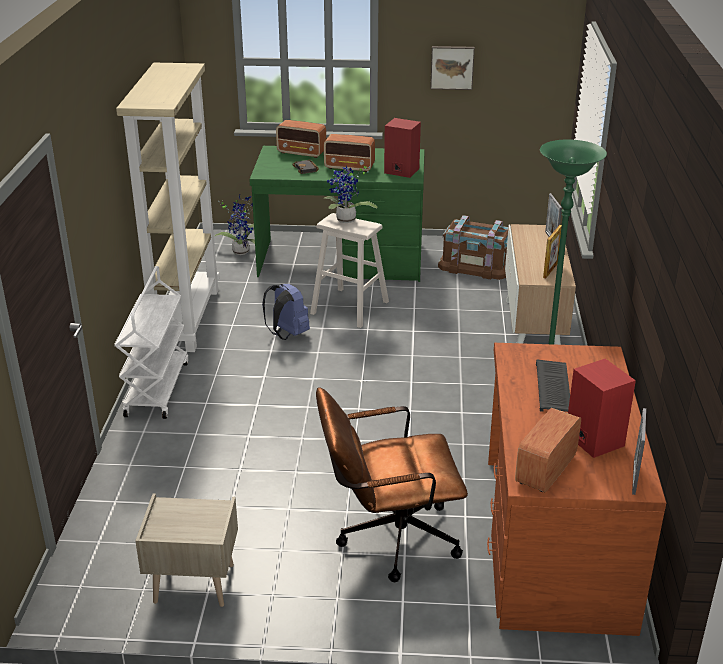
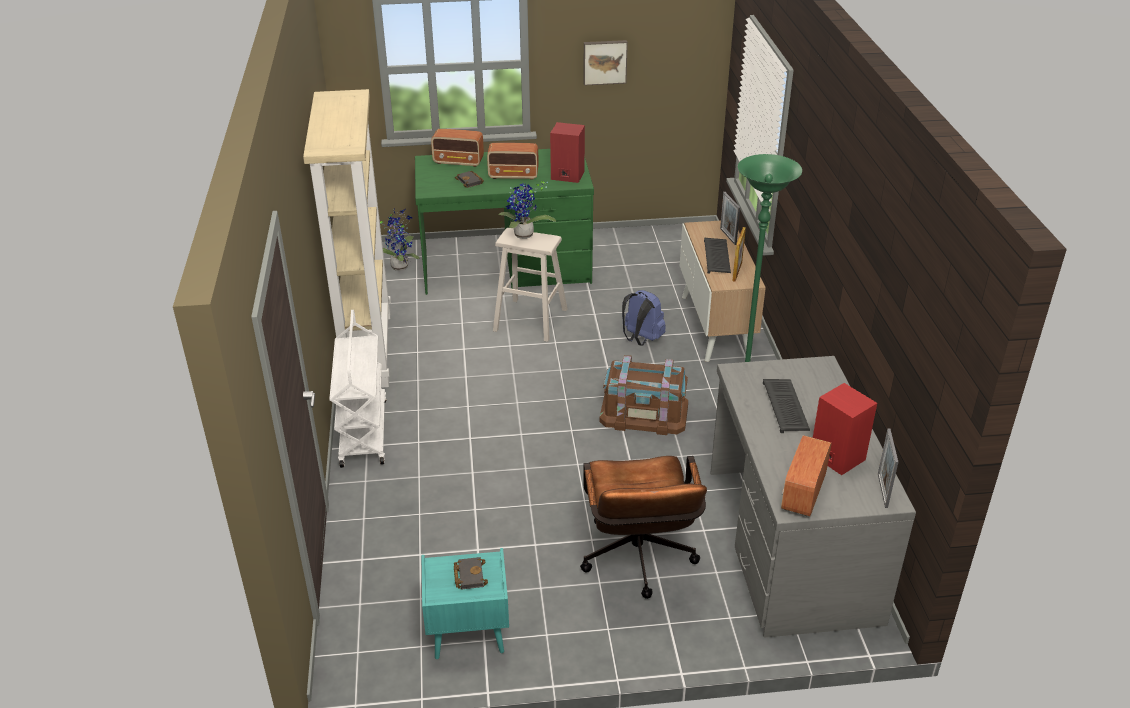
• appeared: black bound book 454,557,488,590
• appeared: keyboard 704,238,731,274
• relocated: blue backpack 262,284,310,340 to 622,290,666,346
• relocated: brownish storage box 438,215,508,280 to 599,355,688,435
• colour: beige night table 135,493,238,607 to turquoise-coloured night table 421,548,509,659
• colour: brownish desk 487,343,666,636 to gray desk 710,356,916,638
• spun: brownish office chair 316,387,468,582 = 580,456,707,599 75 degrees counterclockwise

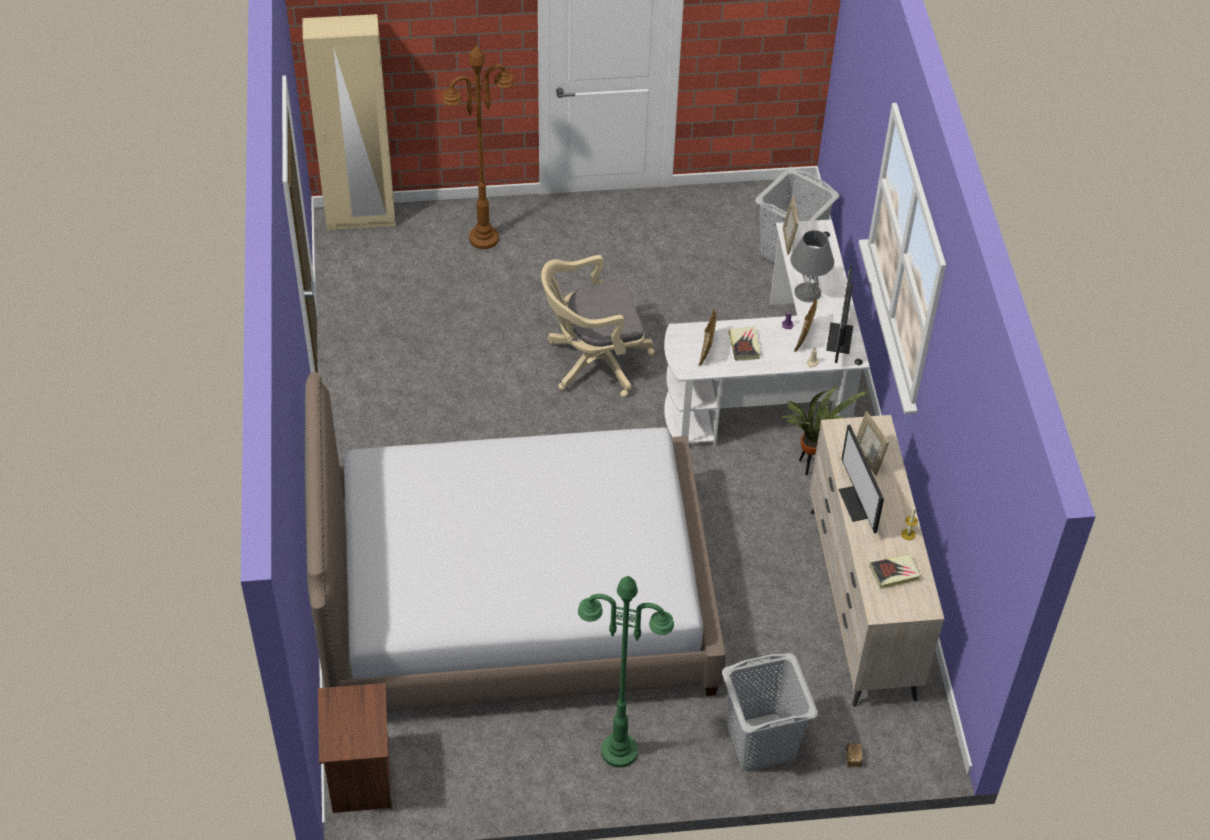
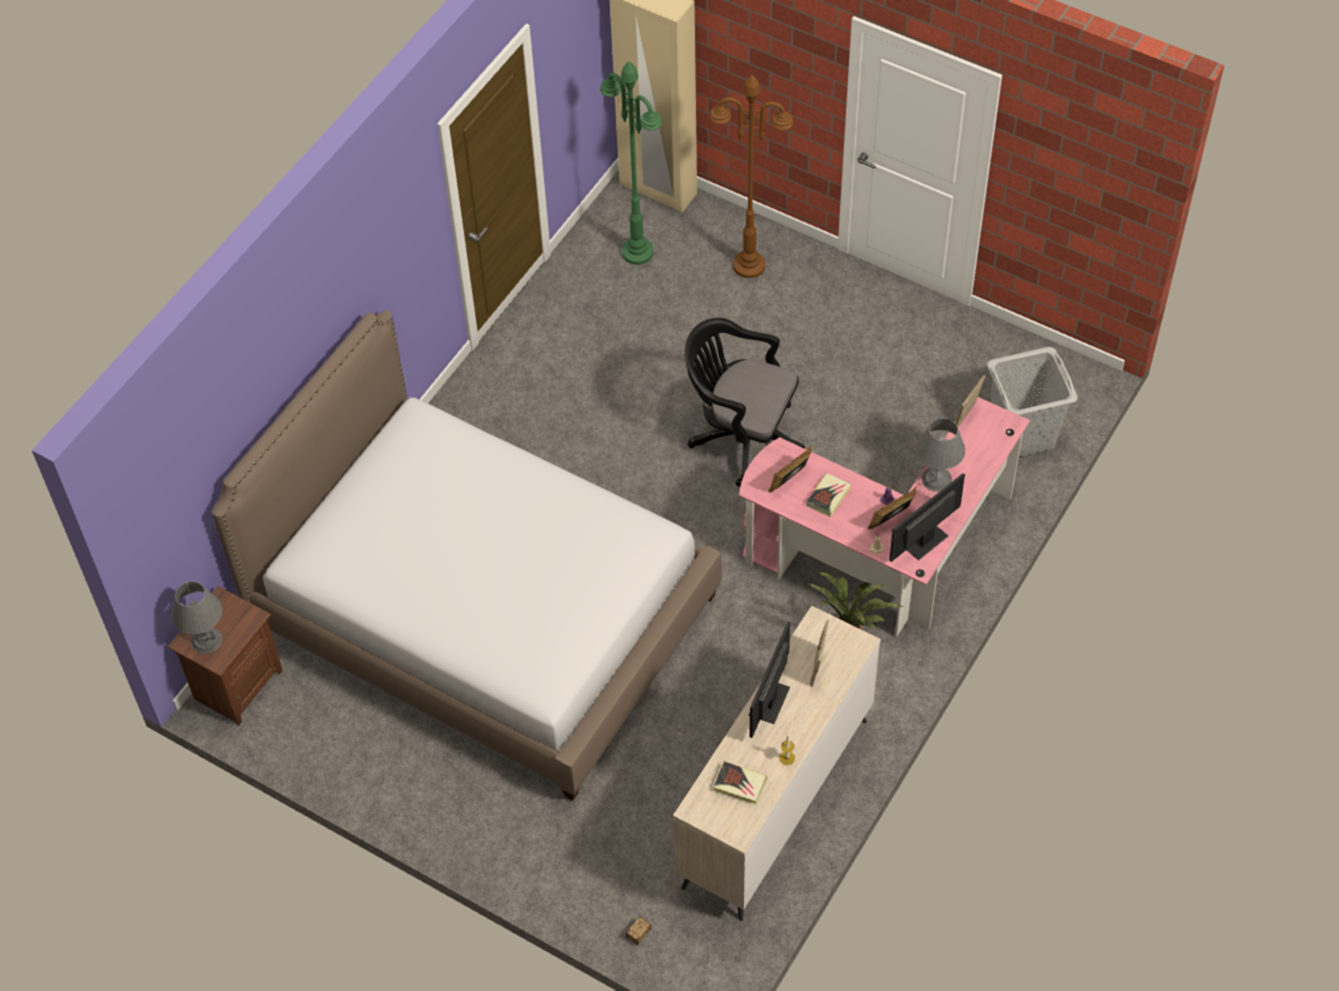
• missing: gray laundry basket 722,653,818,771
• appeared: gray tabletop lamp 171,581,222,654
• relocated: green-coloured standing lamp 578,576,674,768 to 600,61,662,265
• colour: beige office chair 541,255,655,398 to black office chair 685,318,805,487
• colour: white desk 664,219,870,447 to pink-coloured desk 739,397,1030,637

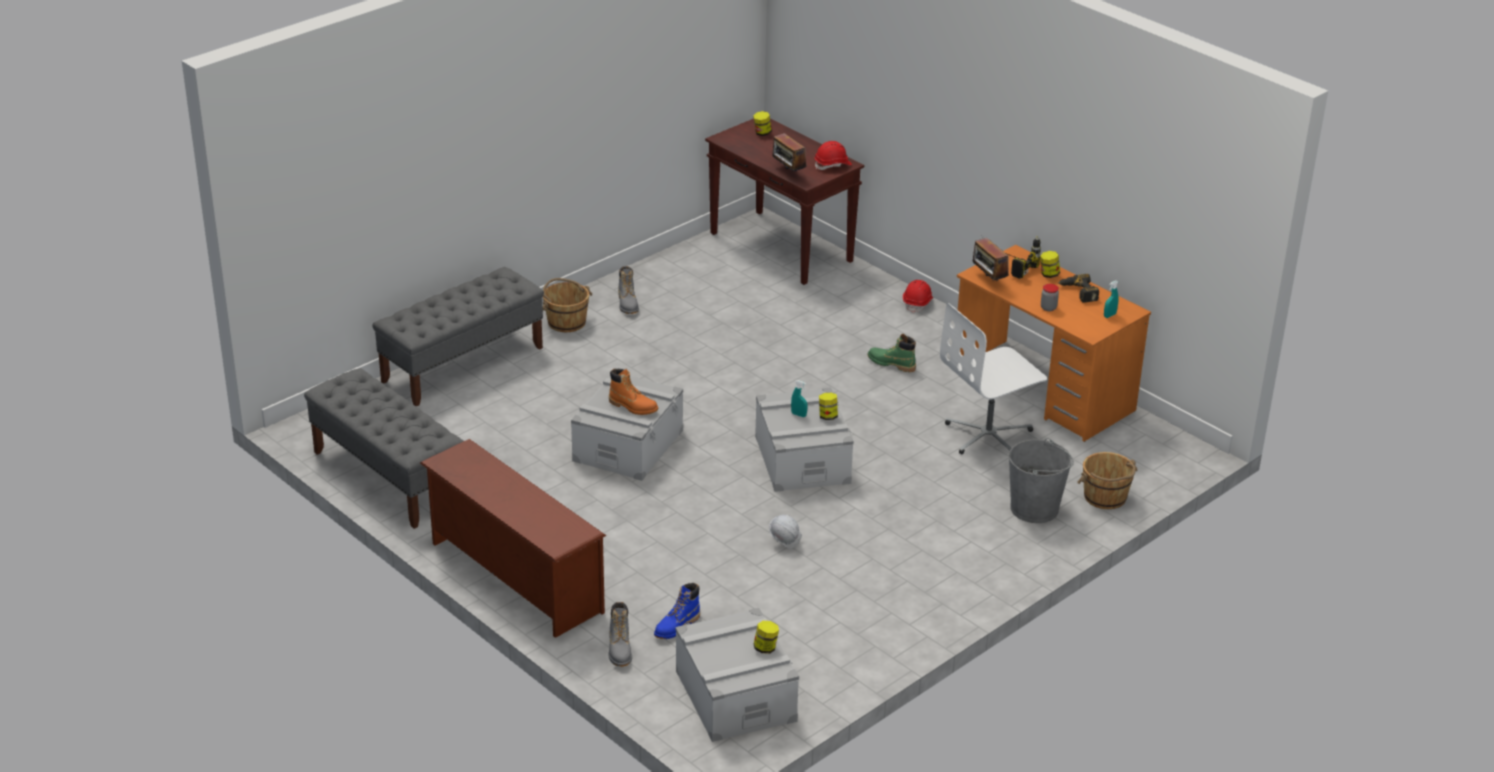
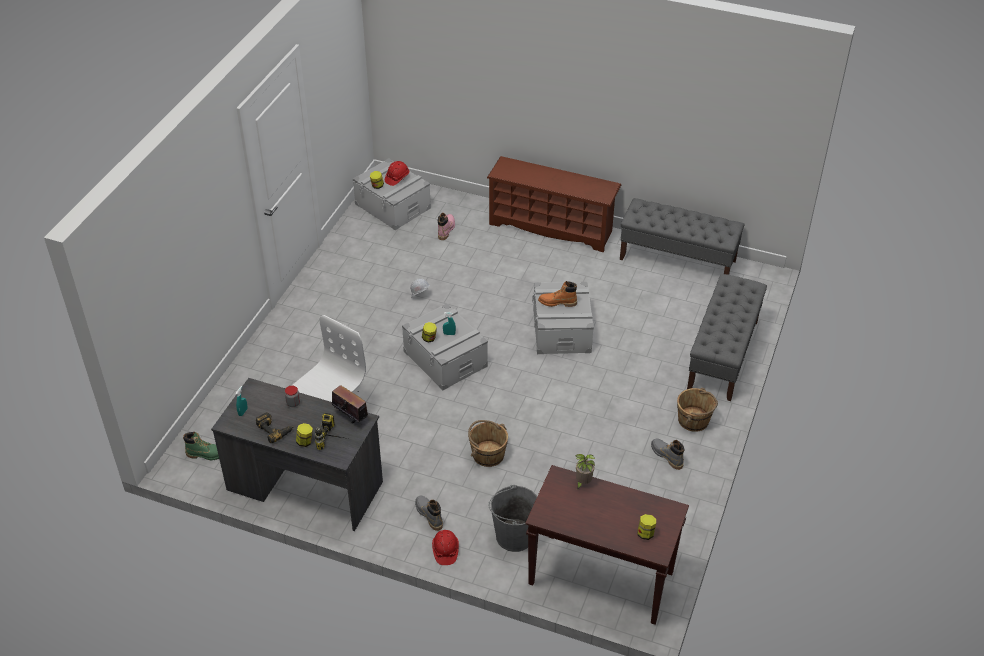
• relocated: gray tall boot 609,602,632,667 to 415,496,443,531
• relocated: reddish work helmet 815,141,852,170 to 385,161,409,186
• relocated: green-coloured tall boot 868,334,916,372 to 183,432,219,460
• relocated: gray pail 1009,438,1074,523 to 488,485,537,552
• relocated: brownish pail 1077,452,1138,509 to 468,420,508,467
• exchanged: radio receiver 772,133,807,172 to houseplant 575,454,595,489
• colour: blue tall boot 654,583,700,639 to pink-coloured tall boot 438,213,455,240
• colour: orange-coloured desk 957,245,1151,442 to gray desk 211,378,383,531

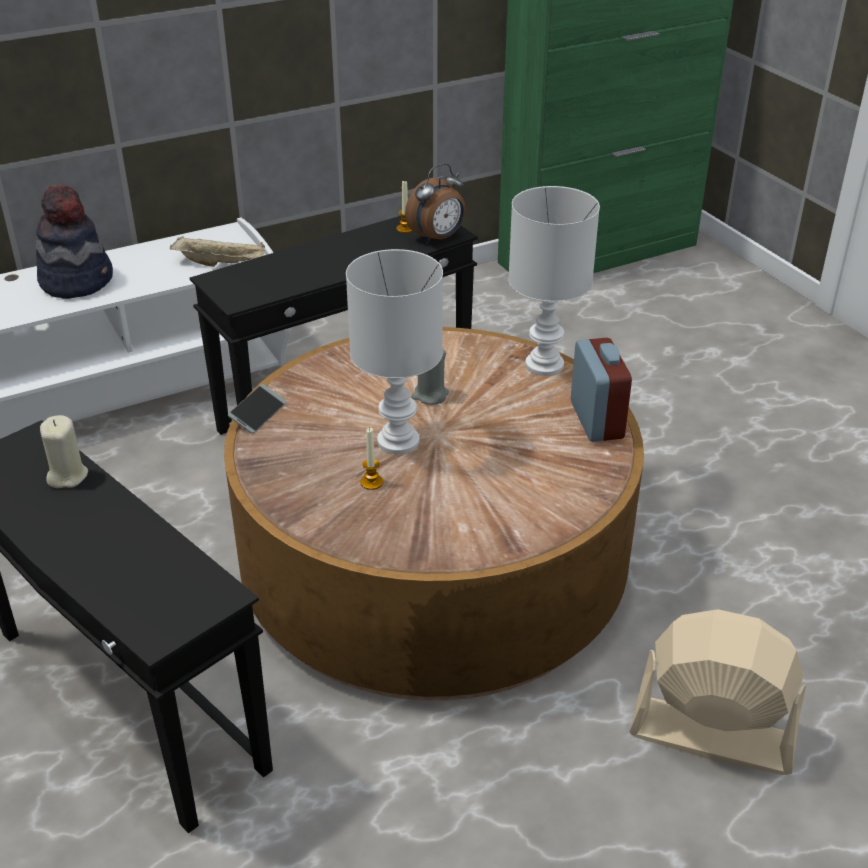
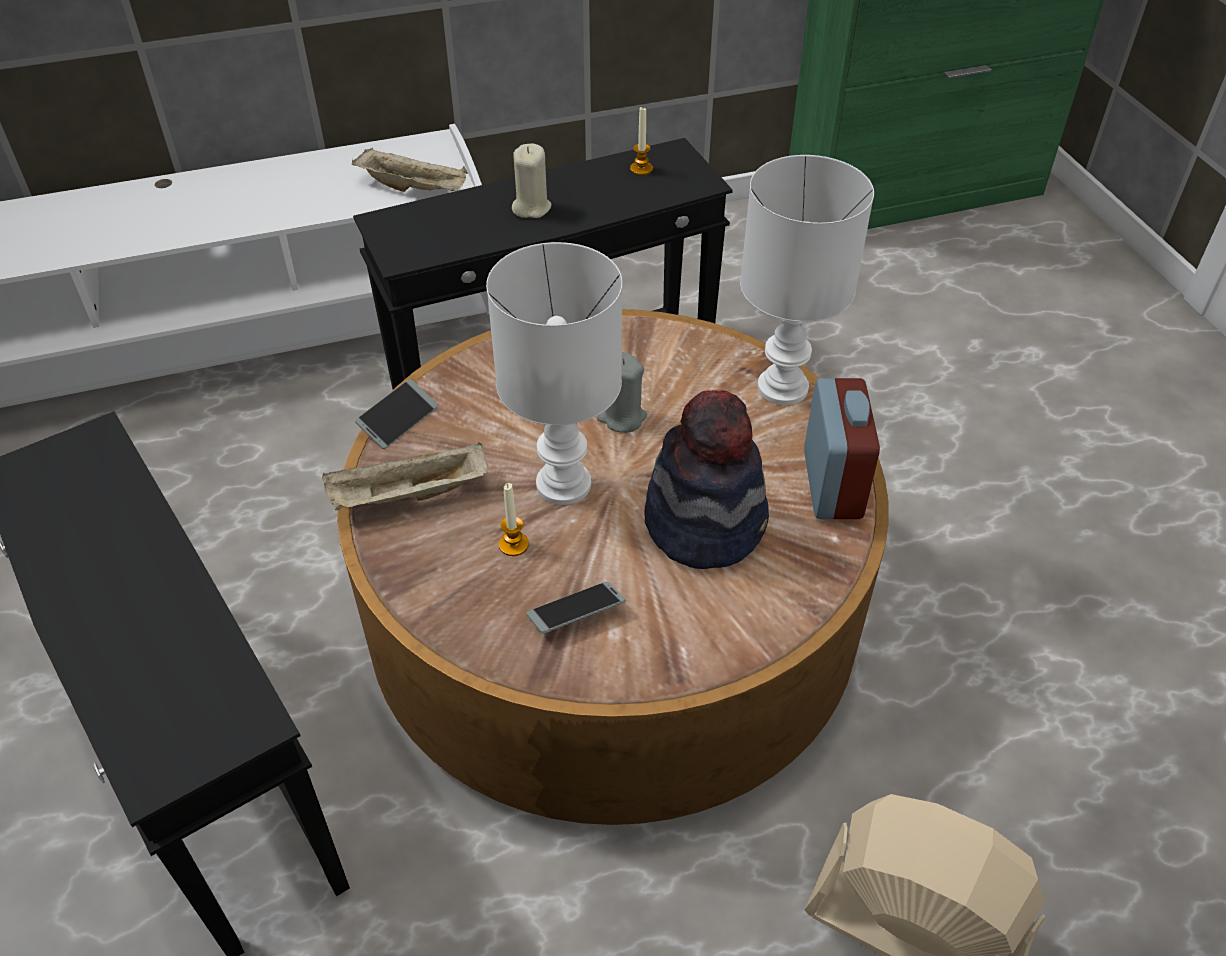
• missing: table clock 405,163,465,244
• appeared: beige tray 322,442,488,511
• appeared: telephone 526,582,626,634
• relocated: wearable hat 36,184,113,299 to 644,390,769,569
• relocated: beige candle 40,415,88,488 to 512,144,551,218

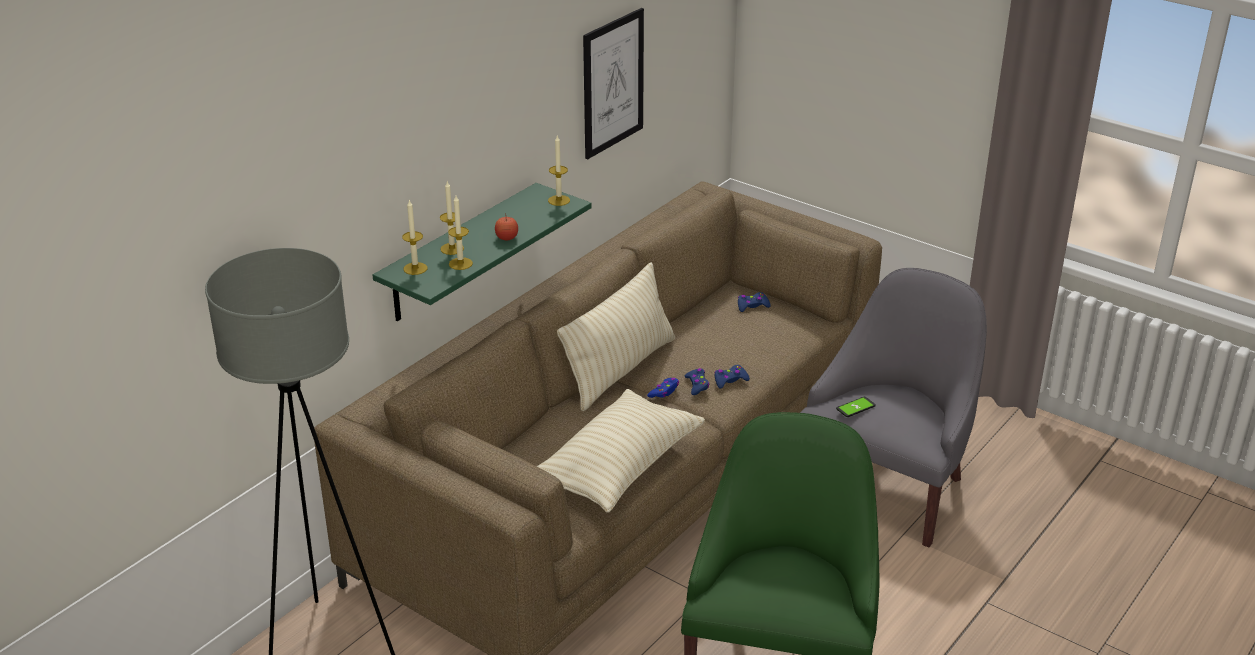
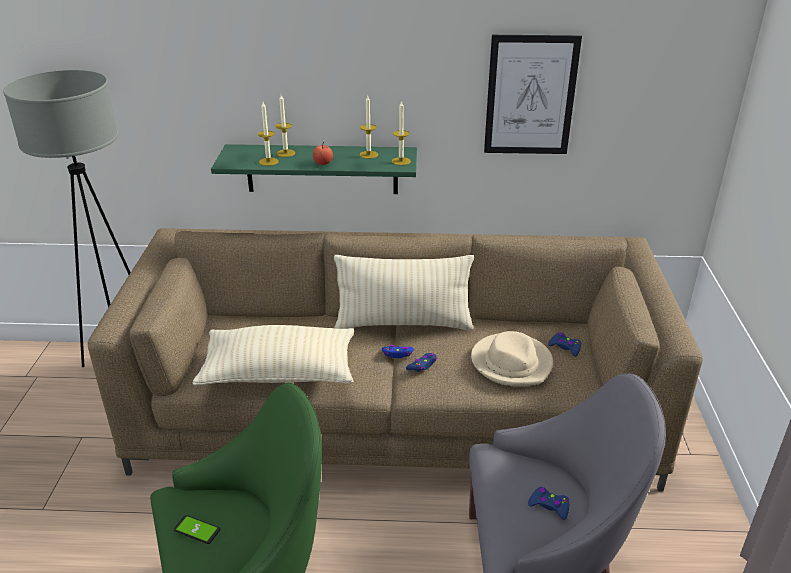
• appeared: beige wearable hat 471,331,553,386
• relocated: candle 402,200,428,275 to 360,96,378,159
• relocated: blue gamepad 715,365,750,389 to 528,487,569,520
• relocated: telephone 836,397,876,417 to 174,515,220,544

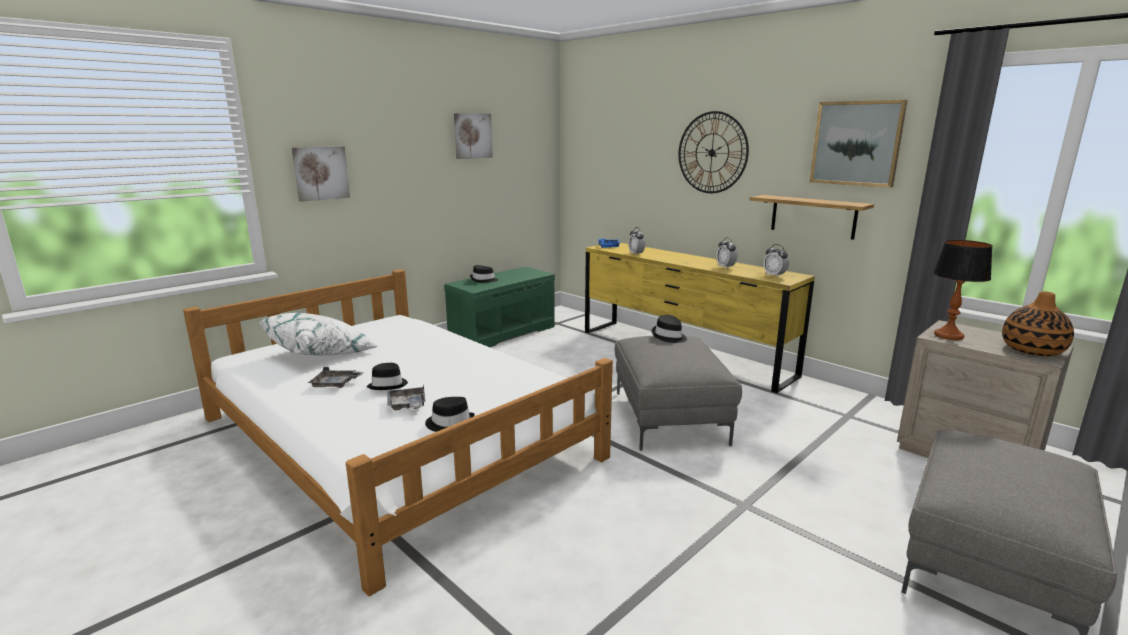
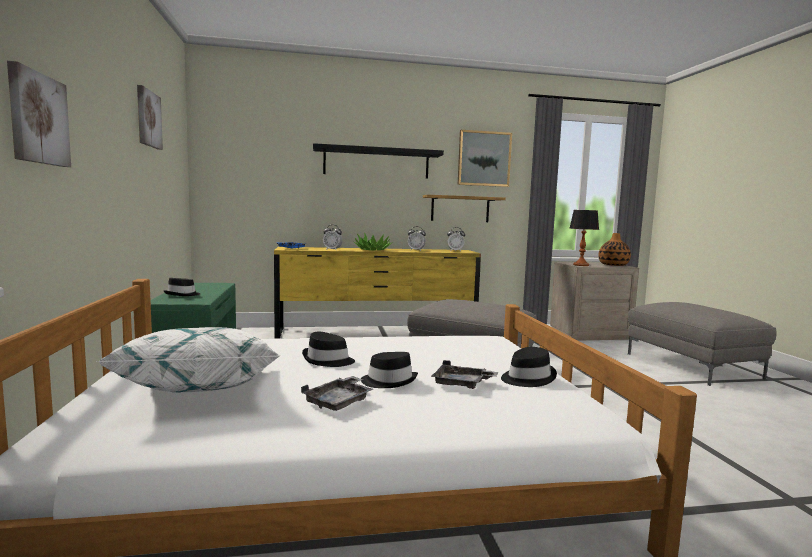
• appeared: houseplant 353,233,393,250
• relocated: black wearable hat 652,315,687,343 to 302,332,355,367
• exchanged: clock on the wall 679,111,749,193 to black wall shelf 313,143,444,179

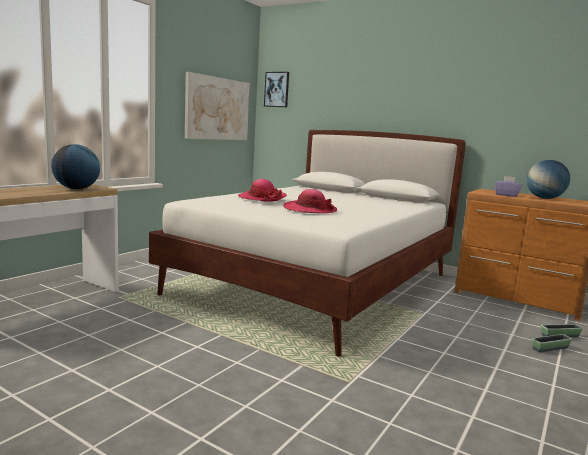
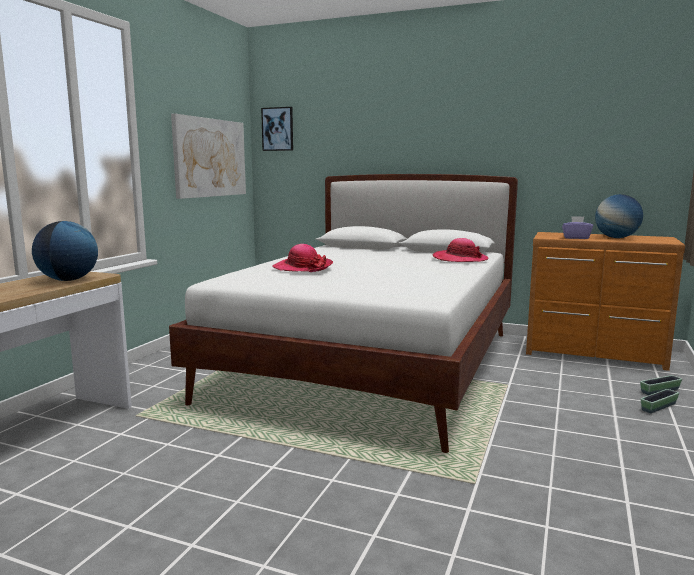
• relocated: wearable hat 283,189,337,214 to 433,238,489,262

